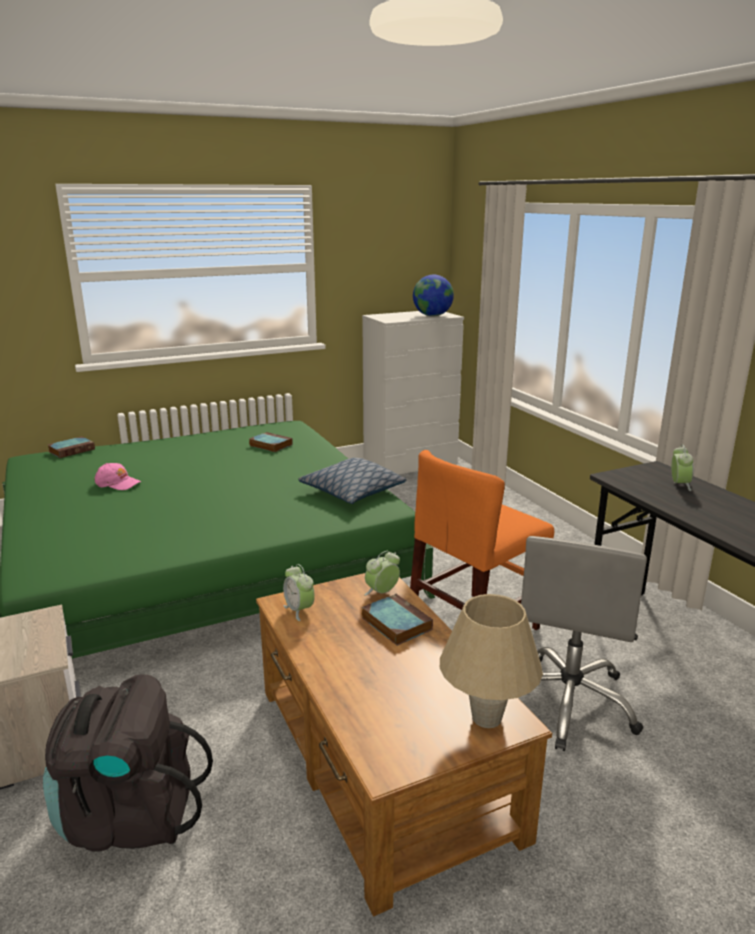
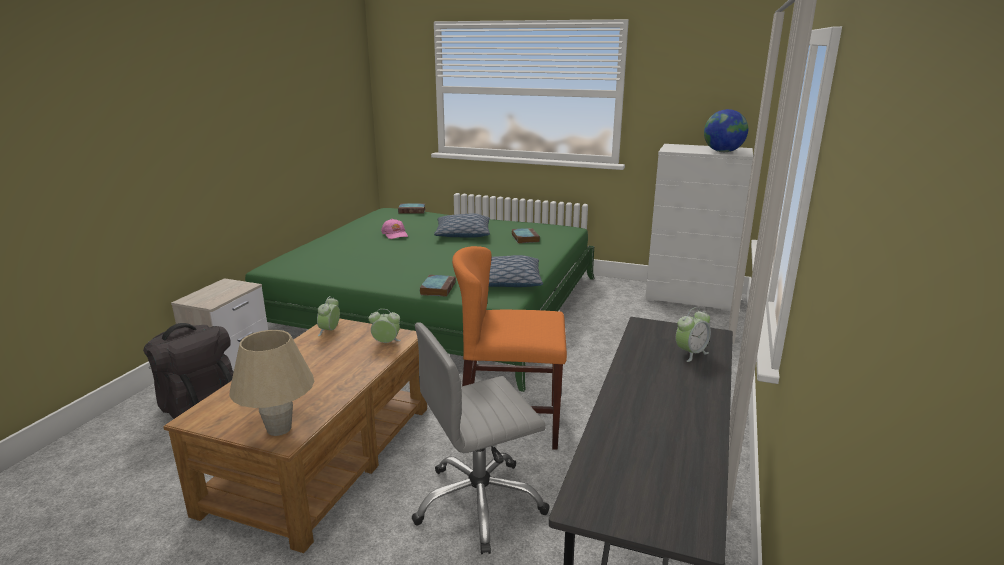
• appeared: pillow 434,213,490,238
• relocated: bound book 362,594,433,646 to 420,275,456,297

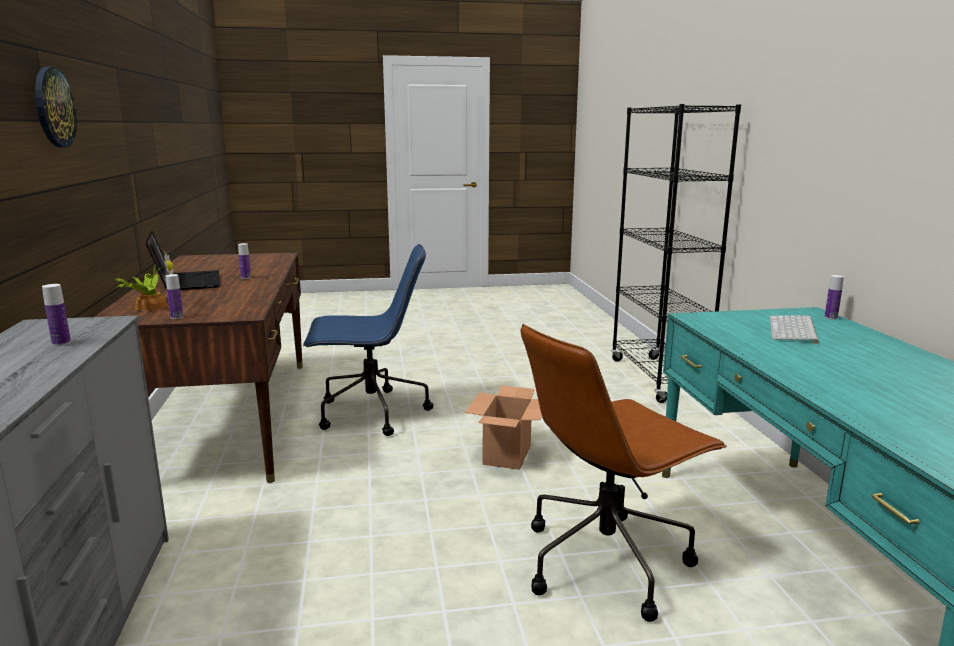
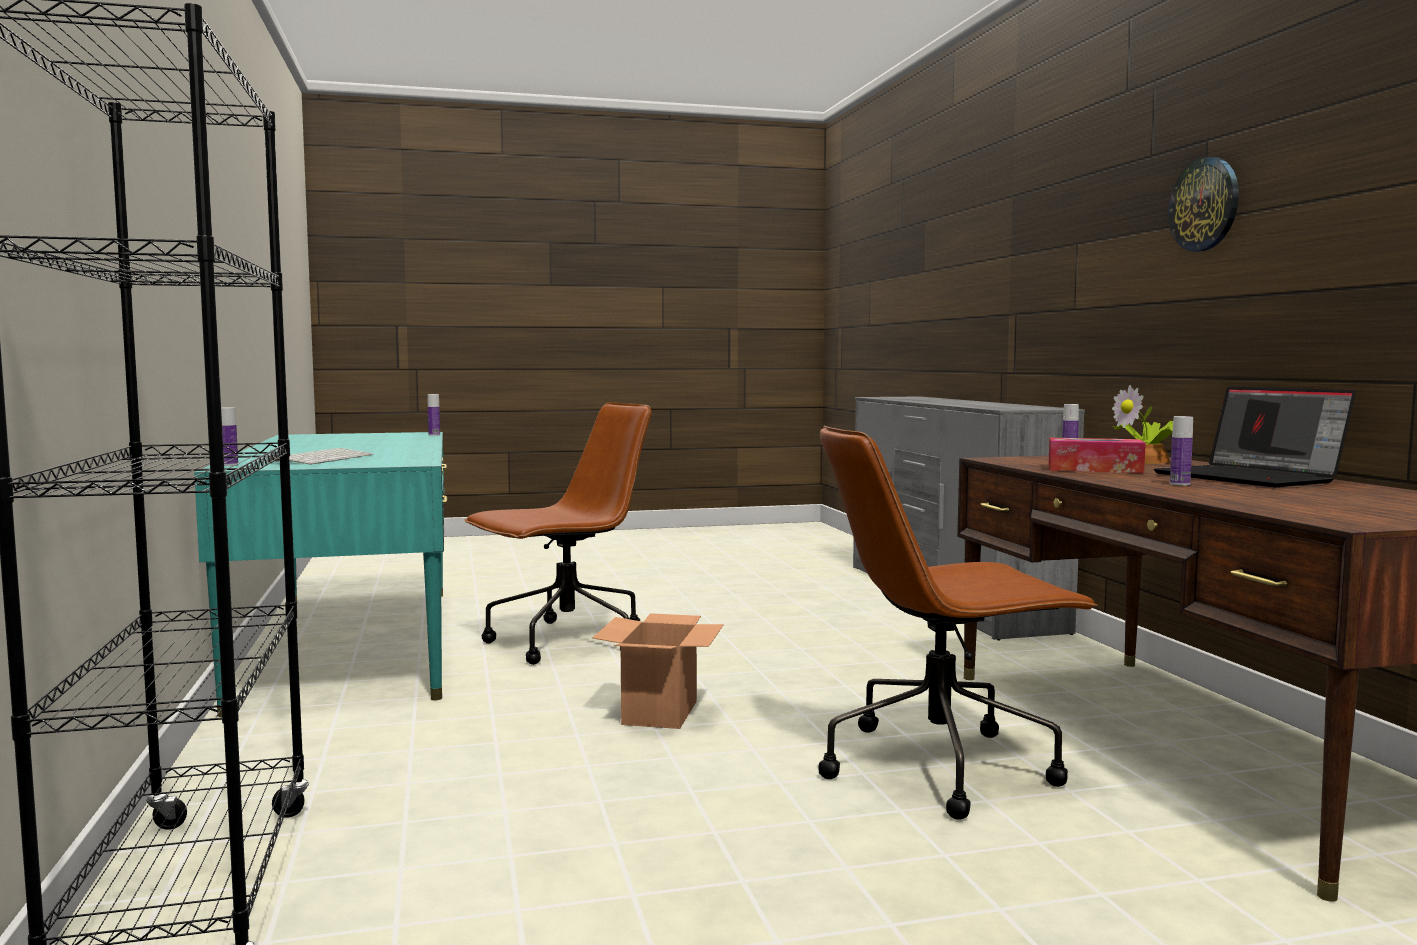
• appeared: box of tissues 1048,438,1146,473
• relocated: drink bottle 42,284,71,346 to 428,394,440,436
• colour: blue office chair 303,244,433,436 to brownish office chair 818,426,1098,820

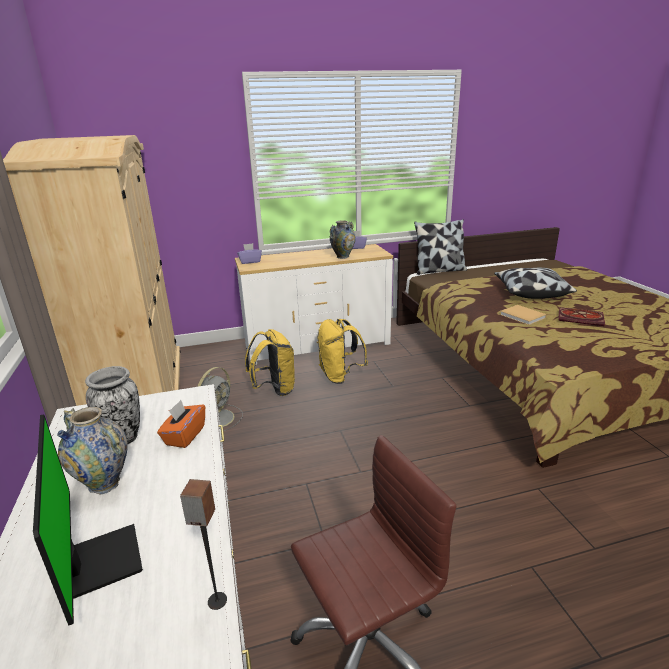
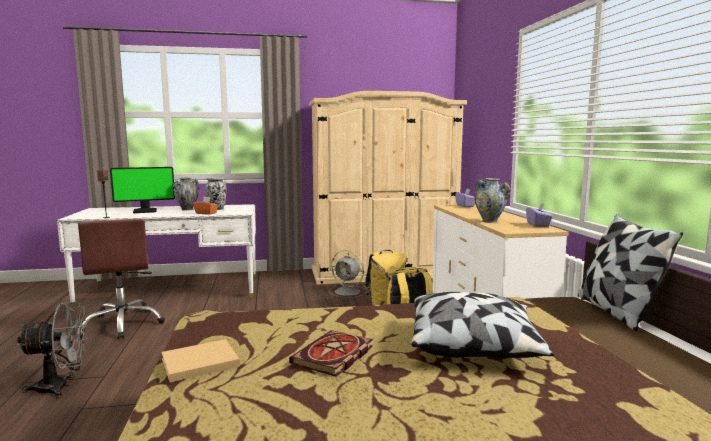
• appeared: gray electric fan 17,302,88,398
• relocated: beige bound book 500,305,547,325 to 161,339,240,382

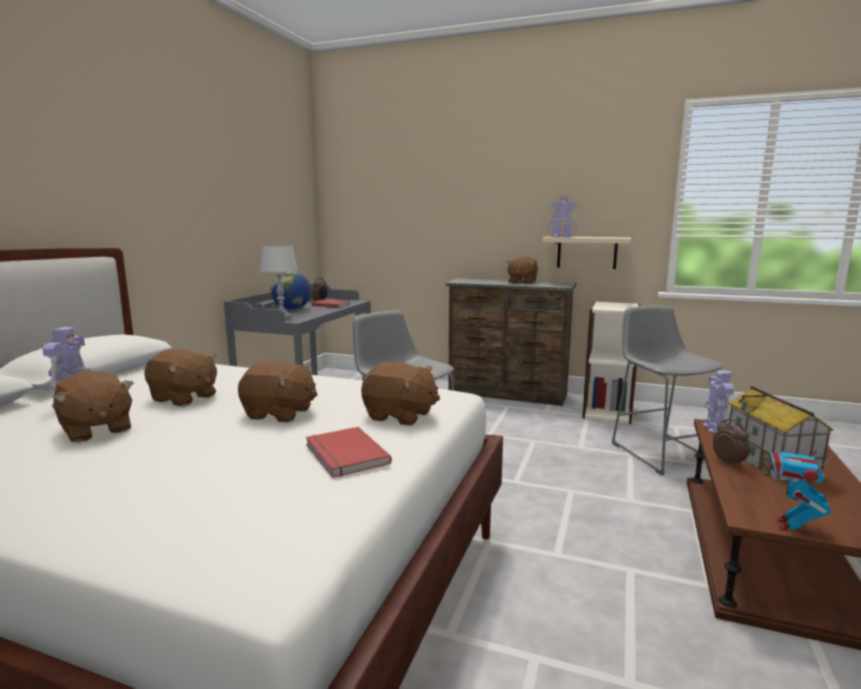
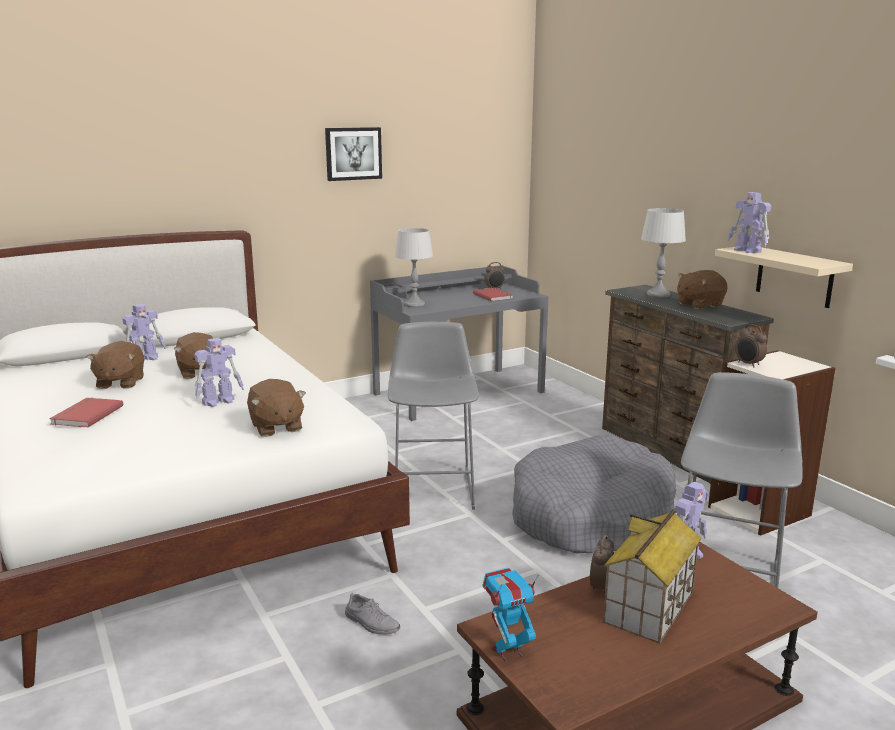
• missing: desk globe 271,271,311,310
• appeared: wall picture 325,127,382,181
• appeared: gray low shoe 345,593,400,635
• appeared: gray dog bed 512,436,677,553
• appeared: gray tabletop lamp 641,208,686,297
• appeared: table clock 735,324,767,367
• relocated: reddish bound book 306,427,392,478 to 49,398,123,428
• exchanged: brownish soft toy 238,361,317,422 to model robot 194,338,244,407

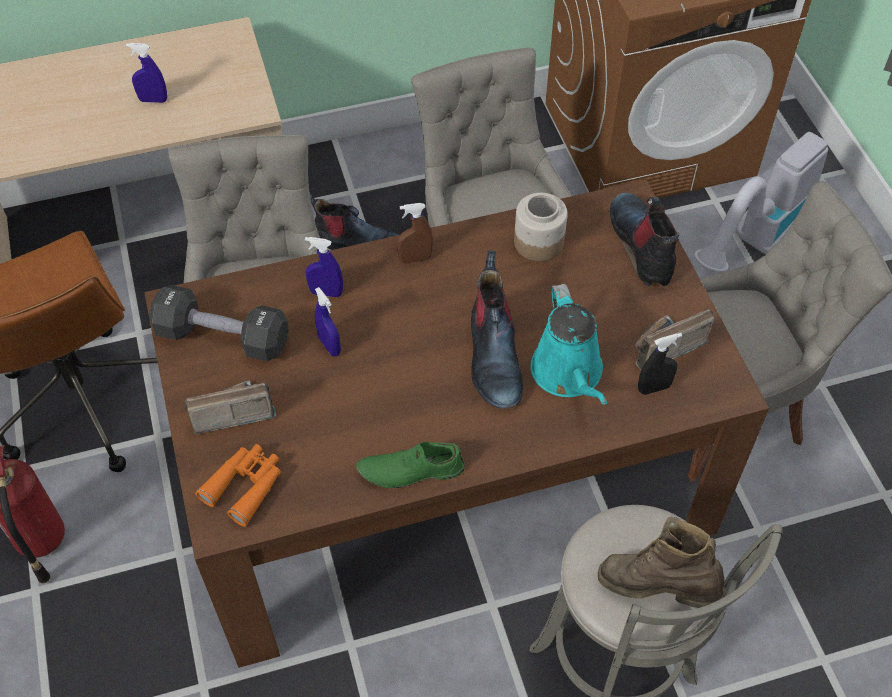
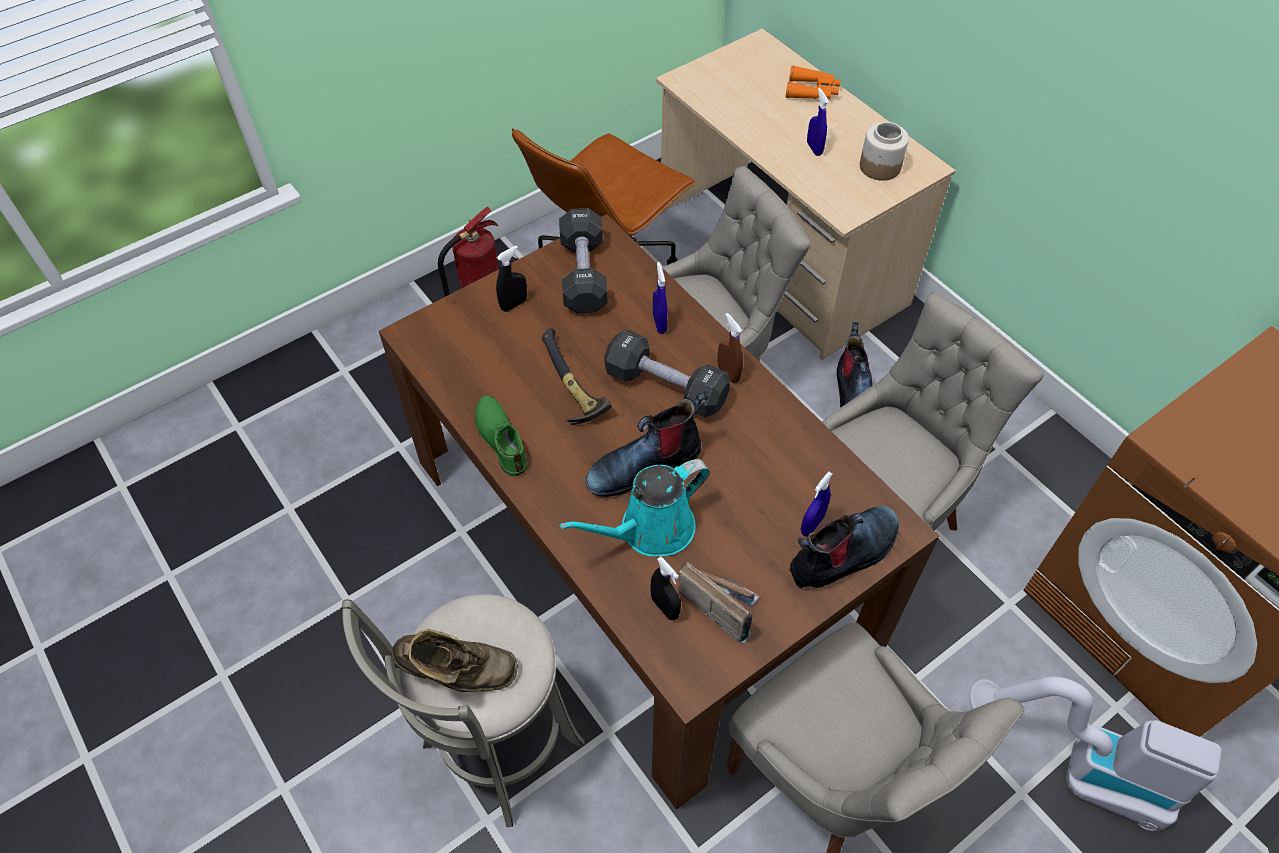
• appeared: hammer 542,328,612,425
• appeared: black dumbbell 604,330,730,417
• relocated: orange-coloured pair of binoculars 195,444,281,527 to 786,65,841,99
• relocated: blue hand sprayer 315,287,341,357 to 801,472,833,537
• relocated: jar 514,193,568,261 to 860,122,909,181
• exchanged: radio receiver 184,380,276,434 to black hand sprayer 496,245,527,312
• spun: brownish tall boot 598,516,725,608 = 392,629,518,692 90 degrees clockwise

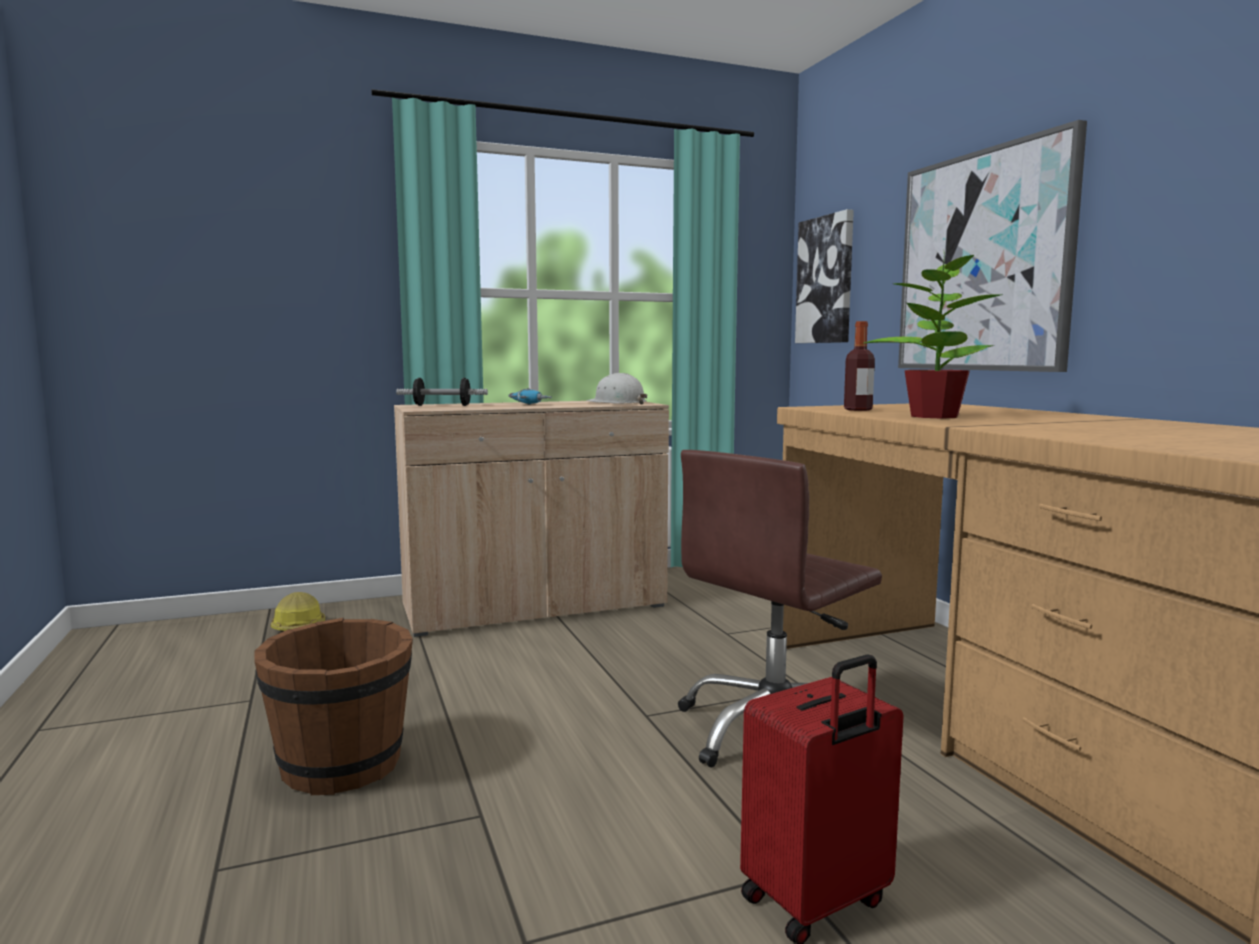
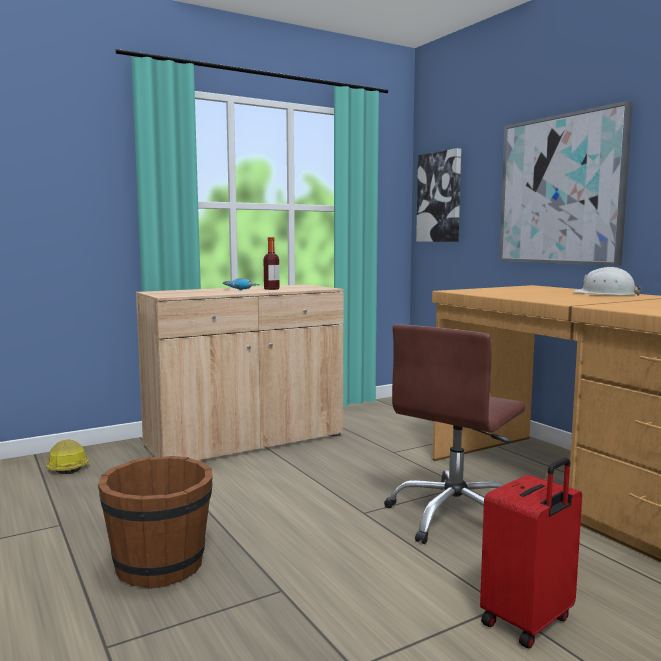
• missing: dumbbell 396,378,488,406
• missing: houseplant 864,253,1001,419
• relocated: white work helmet 586,373,647,404 to 573,267,642,296
• relocated: drink bottle 844,321,875,411 to 264,237,279,290

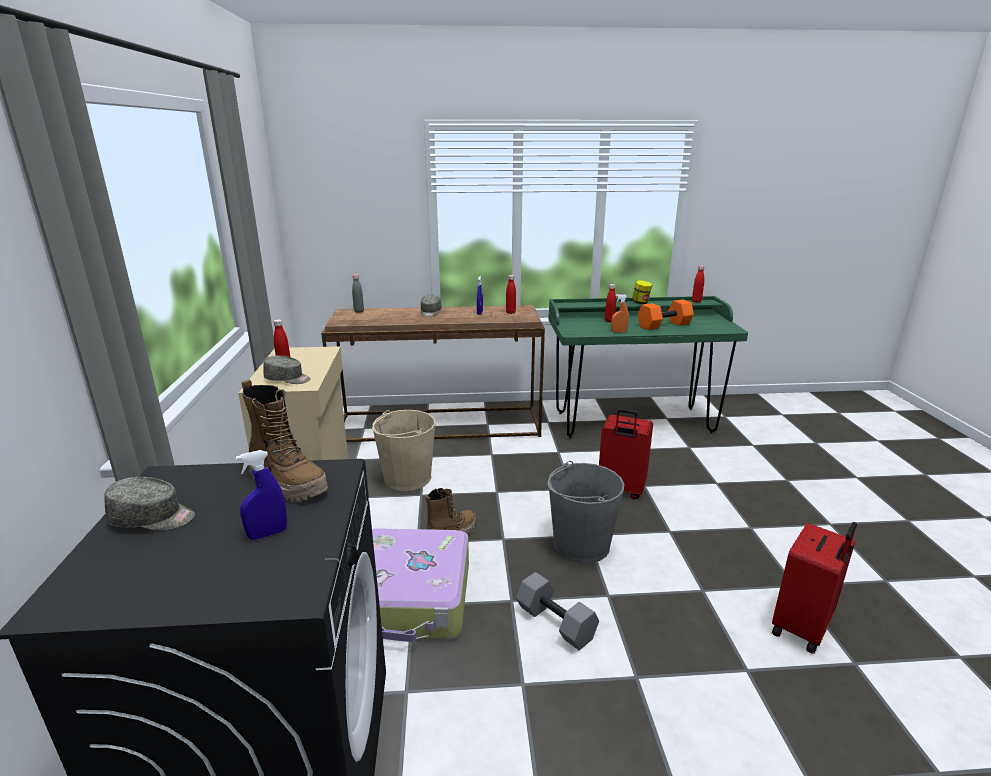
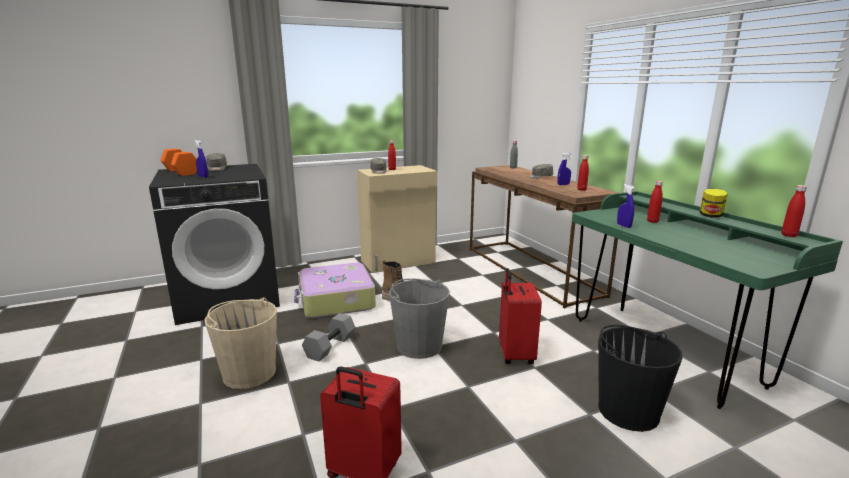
• missing: tall boot 242,379,328,502
• appeared: black pail 598,325,682,432
• relocated: beige pail 372,410,435,491 to 205,297,277,389
• relocated: orange-coloured dumbbell 638,300,694,330 to 160,148,197,176
• colour: orange-coloured hand sprayer 611,294,629,333 to blue hand sprayer 617,184,635,228

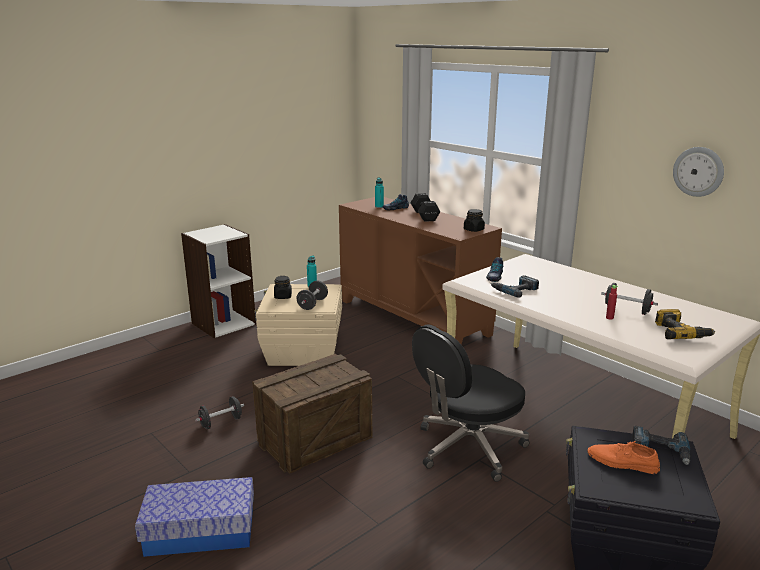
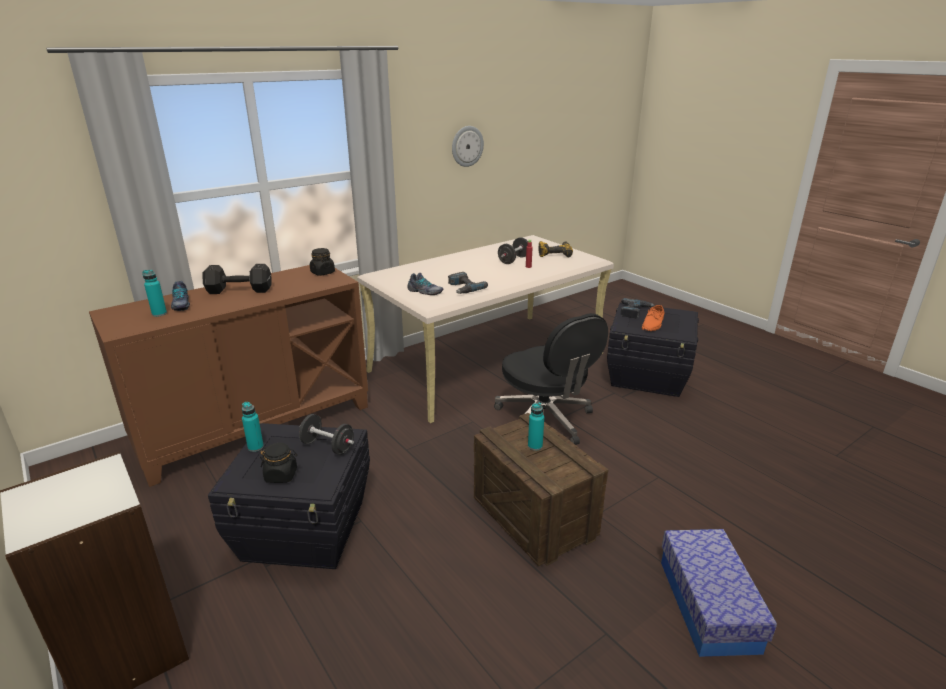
• missing: black dumbbell 195,396,244,429
• appeared: turquoise-coloured drink bottle 528,402,544,451
• colour: beige storage box 254,284,342,366 to black storage box 208,423,370,569

